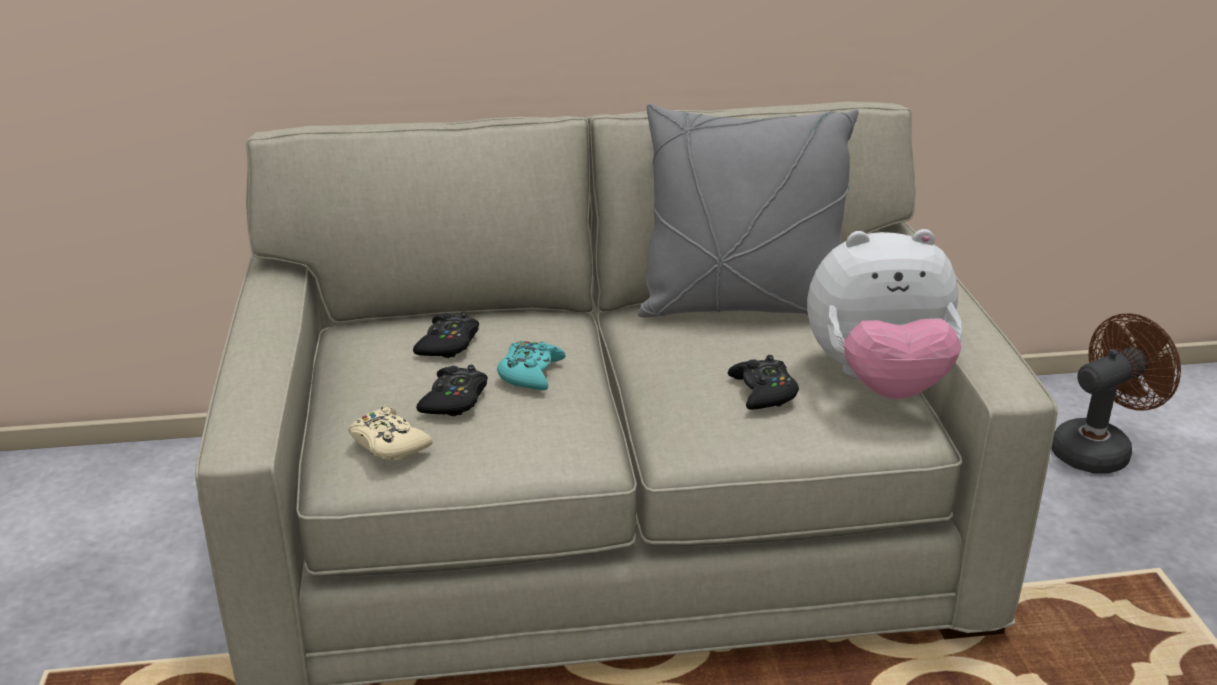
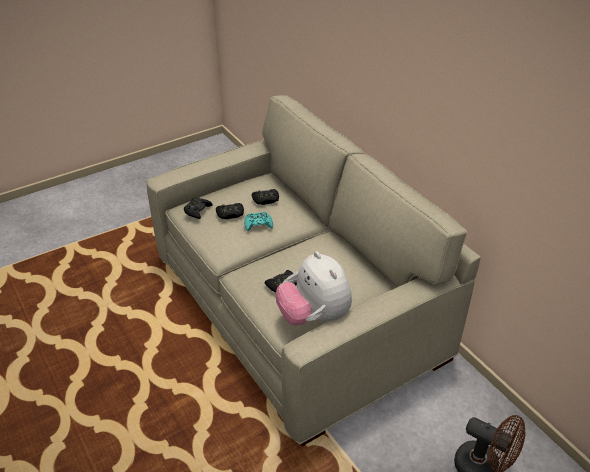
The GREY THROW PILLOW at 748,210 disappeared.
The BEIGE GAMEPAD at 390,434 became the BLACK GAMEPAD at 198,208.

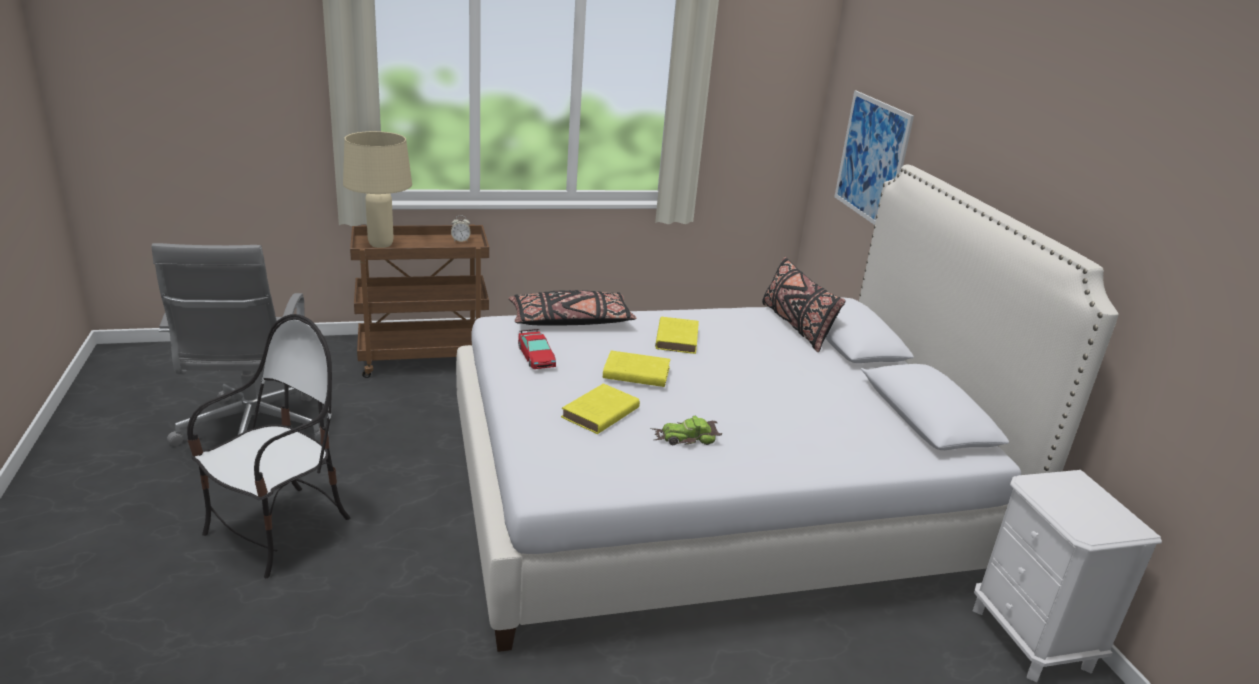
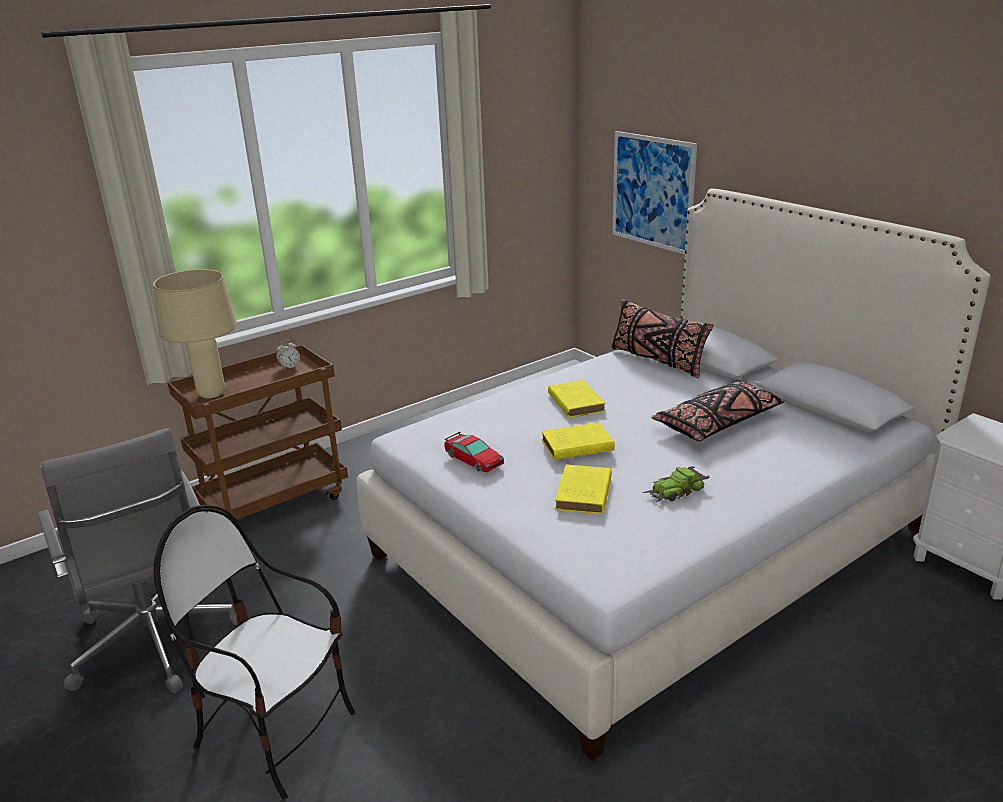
The BLACK THROW PILLOW moved from 573,308 to 718,410.
The CHAIR at 268,446 turned 75 degrees counterclockwise.

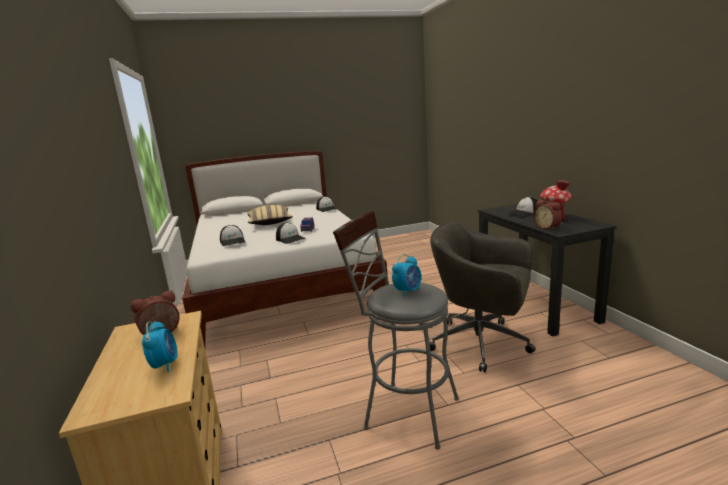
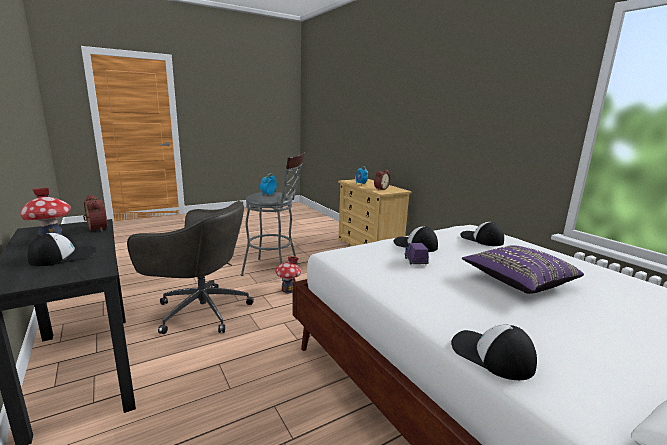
The TOY HOUSE at 288,274 appeared.
The BEIGE THROW PILLOW at 270,215 became the PURPLISH THROW PILLOW at 523,269.

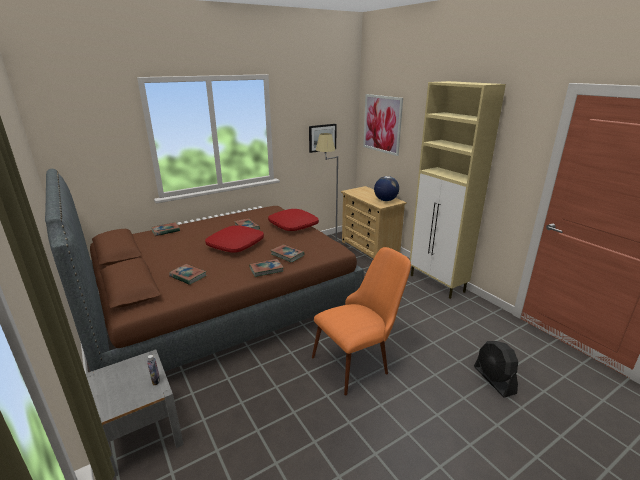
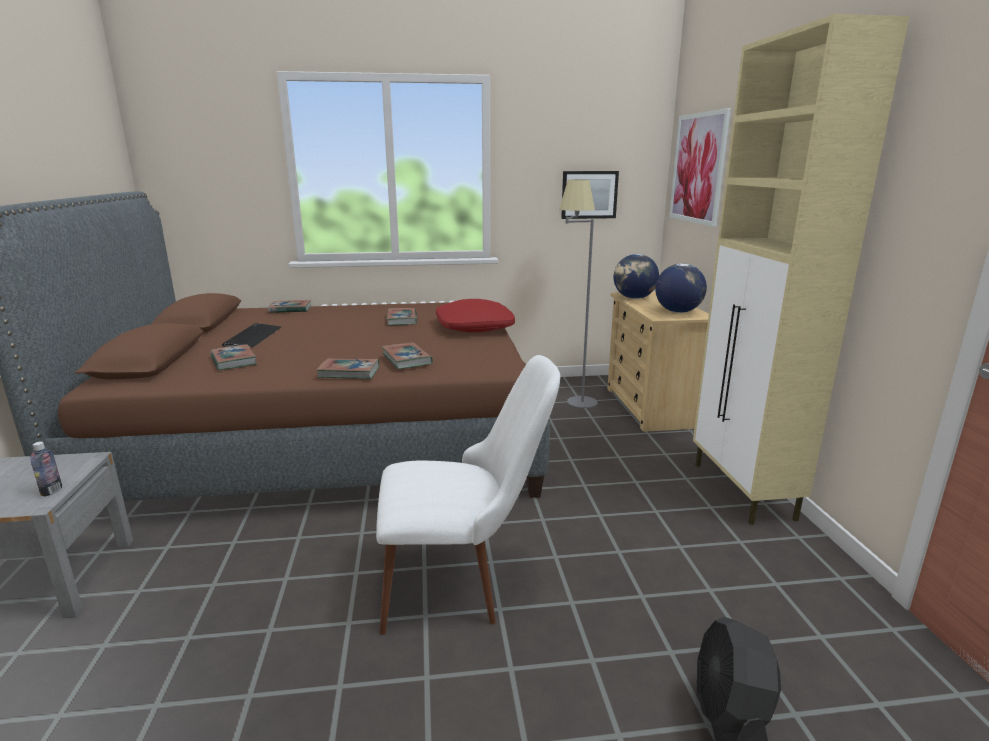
The REDDISH THROW PILLOW at 234,239 disappeared.
The PC KEYBOARD at 251,335 appeared.
The GLOBE at 636,276 appeared.
The ORANGEY CHAIR at 361,321 became the WHITE-COLOURED CHAIR at 468,495.

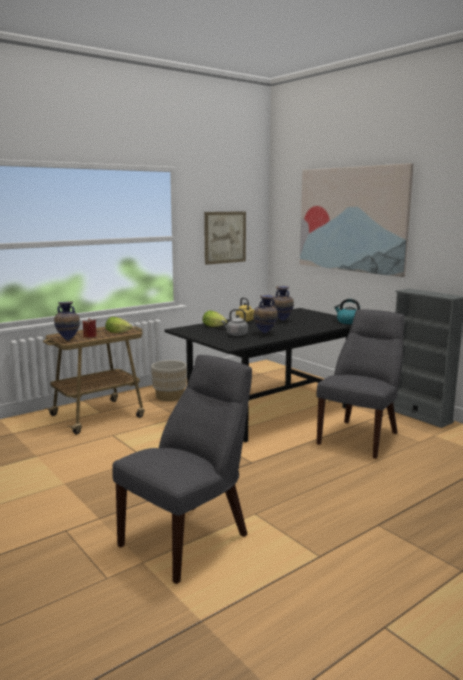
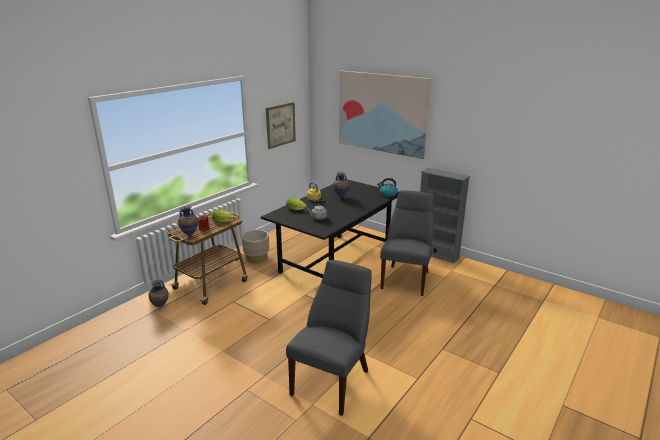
The FLOWER VASE moved from 266,313 to 159,293.

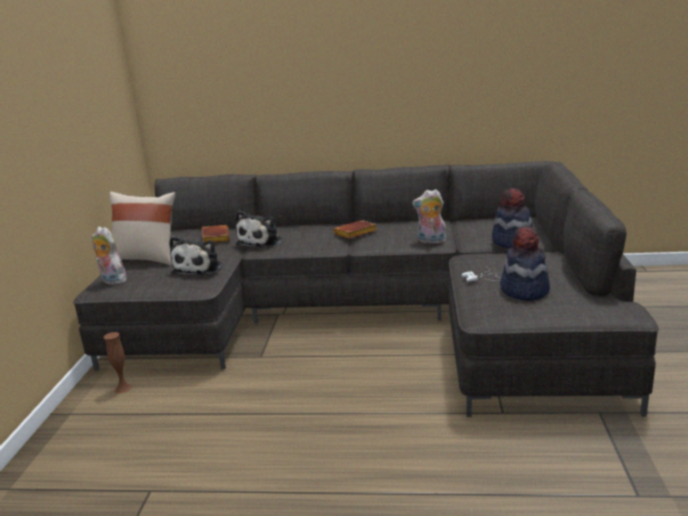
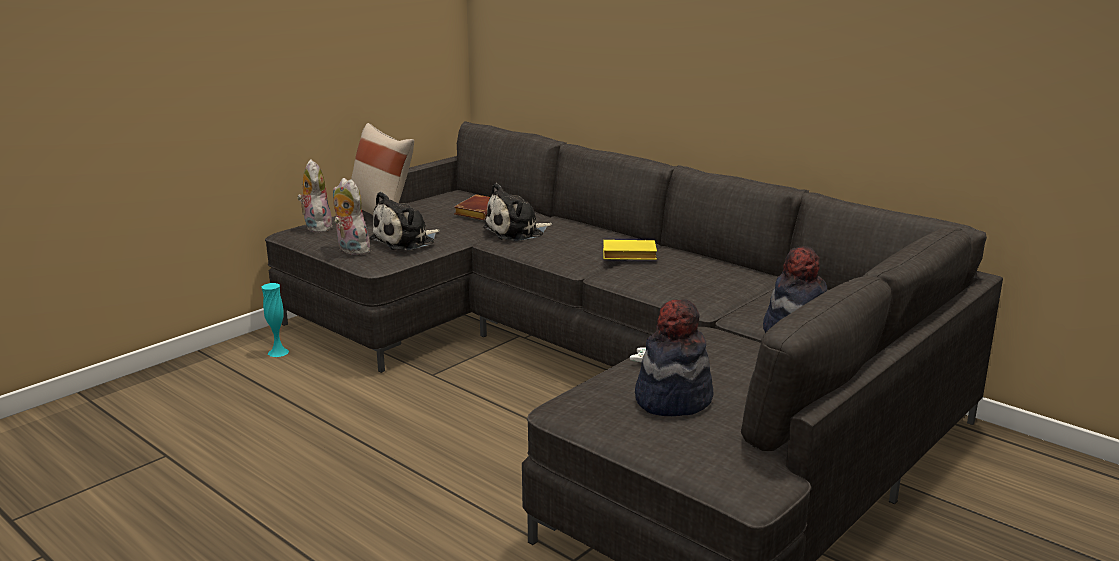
The PLUSH TOY moved from 429,216 to 351,216.
The BROWN FLOWER VASE at 118,363 became the BLUE-GREEN FLOWER VASE at 275,320.
The BROWN VOLUME at 355,229 became the YELLOW-COLOURED VOLUME at 630,250.

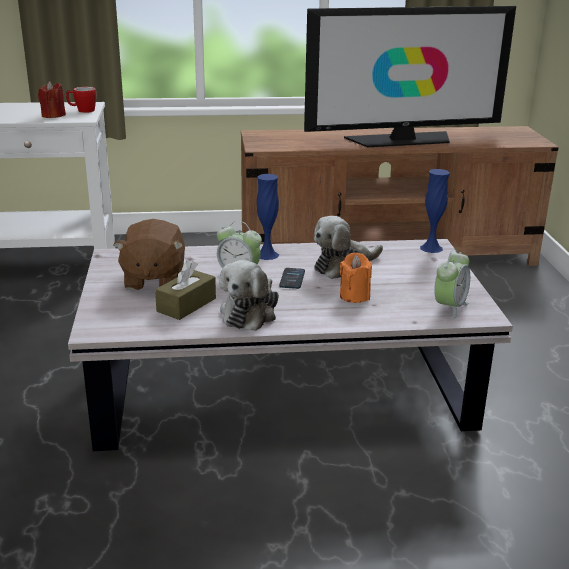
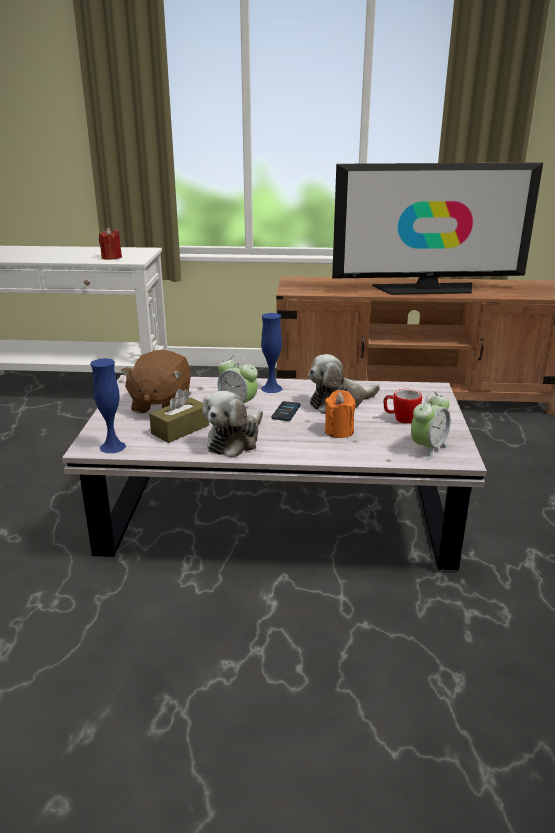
The TEA MUG moved from 81,100 to 403,406.
The BLUE FLOWER VASE moved from 435,211 to 108,405.

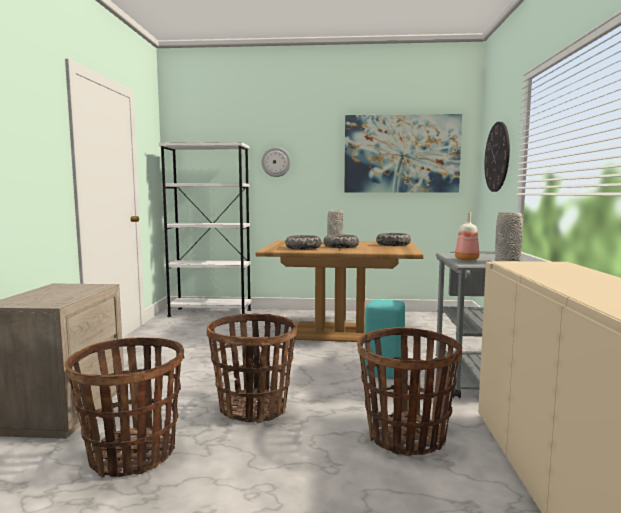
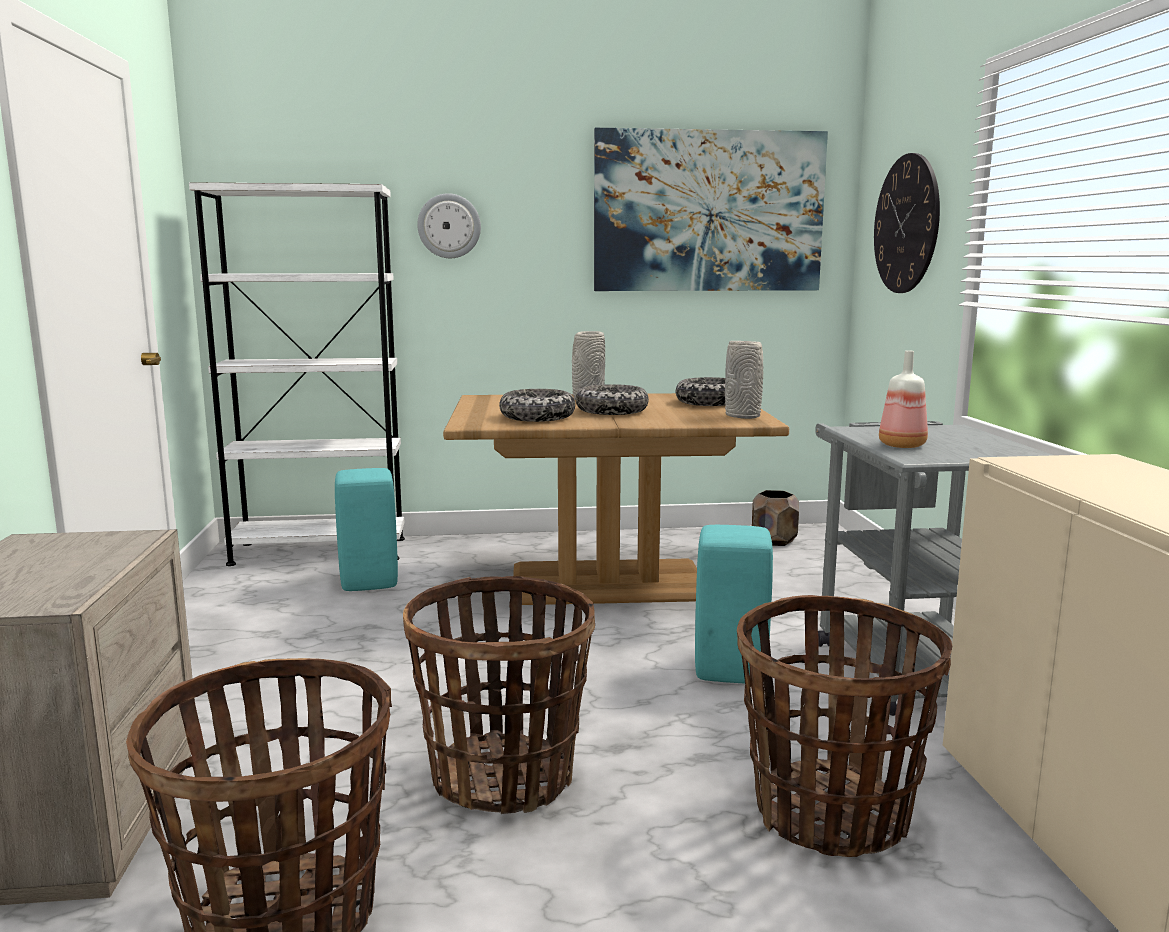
The BLUE-GREEN SITTING STOOL at 366,529 appeared.
The BROWN PLANT POT at 775,518 appeared.
The GREY FLOWER VASE moved from 509,236 to 744,380.

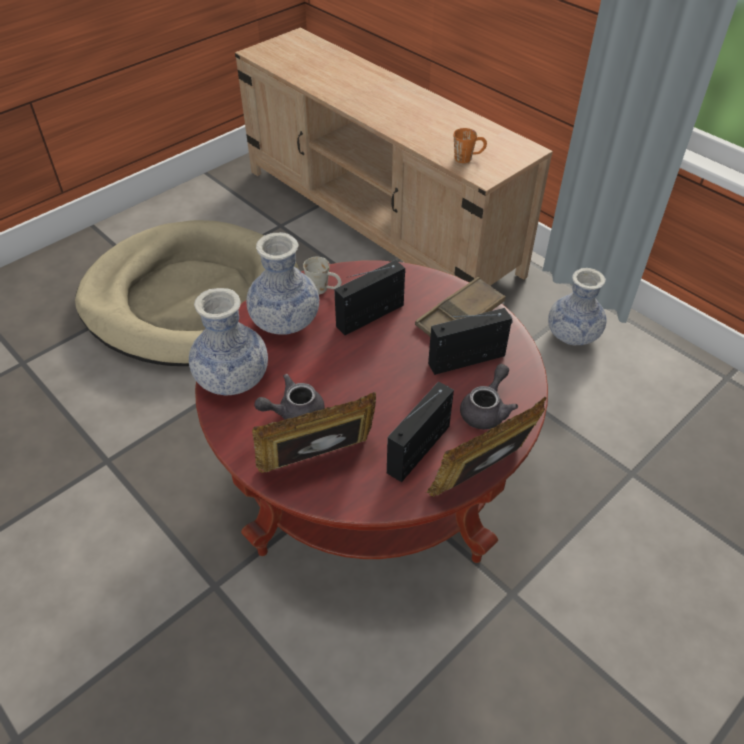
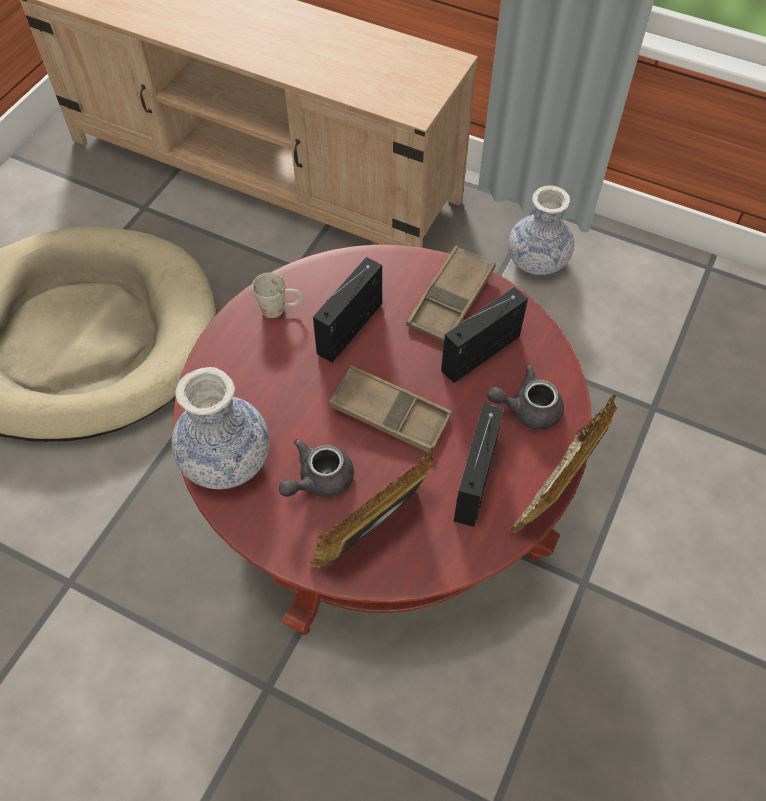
The FLOWER VASE at 282,283 disappeared.
The ORANGEY TEA MUG at 470,145 disappeared.
The BROWN SERVING TRAY at 390,408 appeared.
The GREY TEAPOT at 489,396 turned 105 degrees counterclockwise.

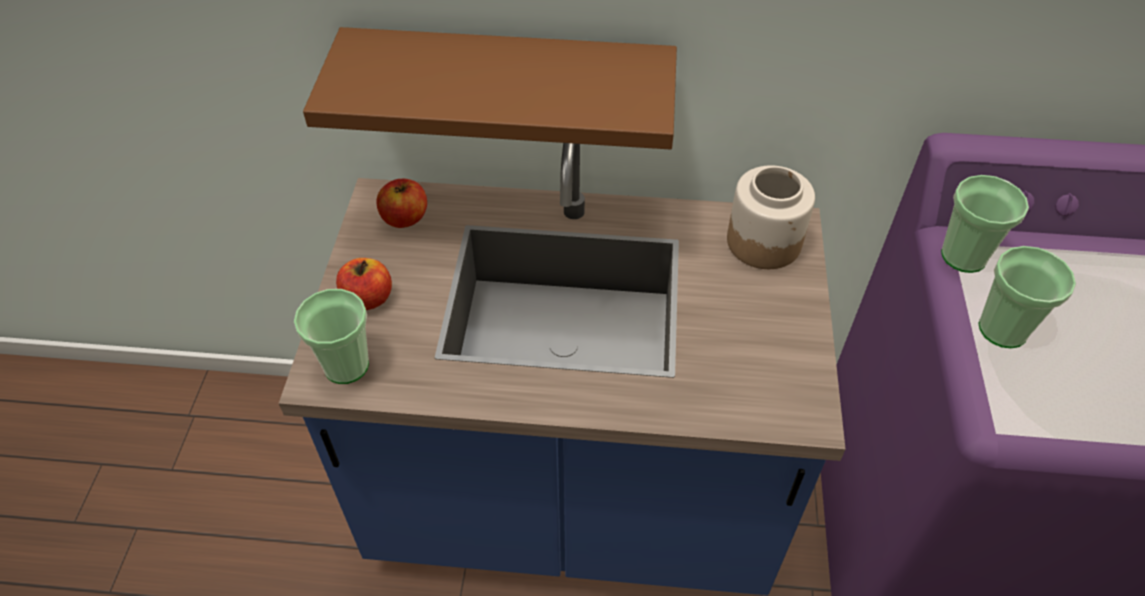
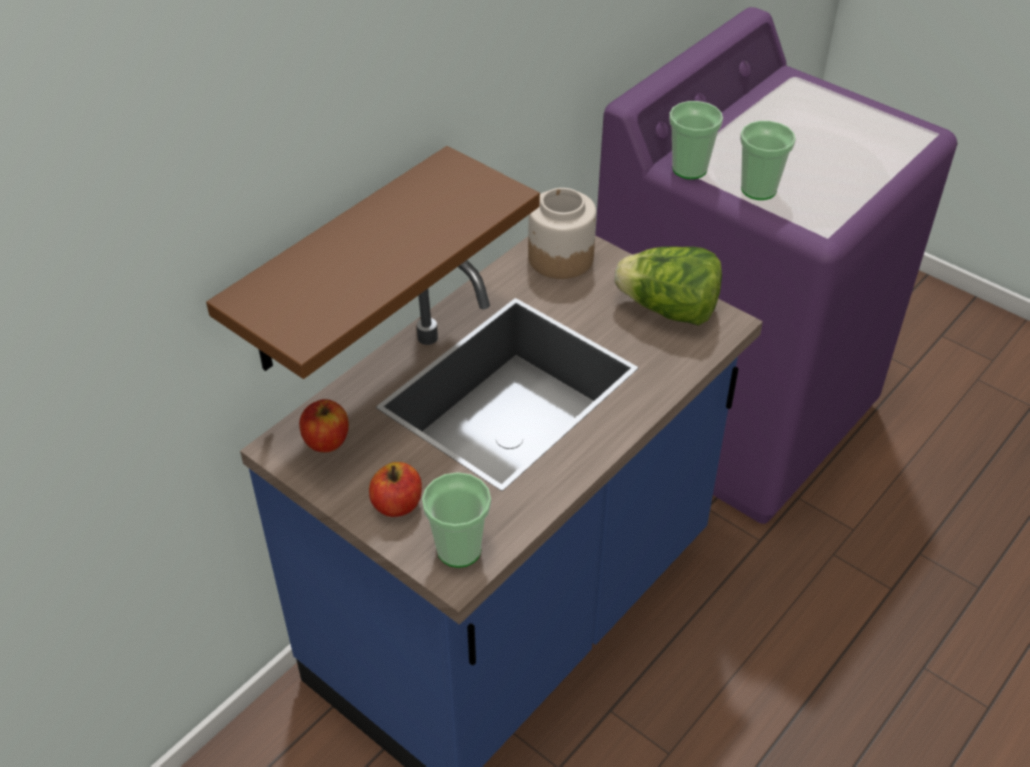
The LETTUCE at 668,286 appeared.

